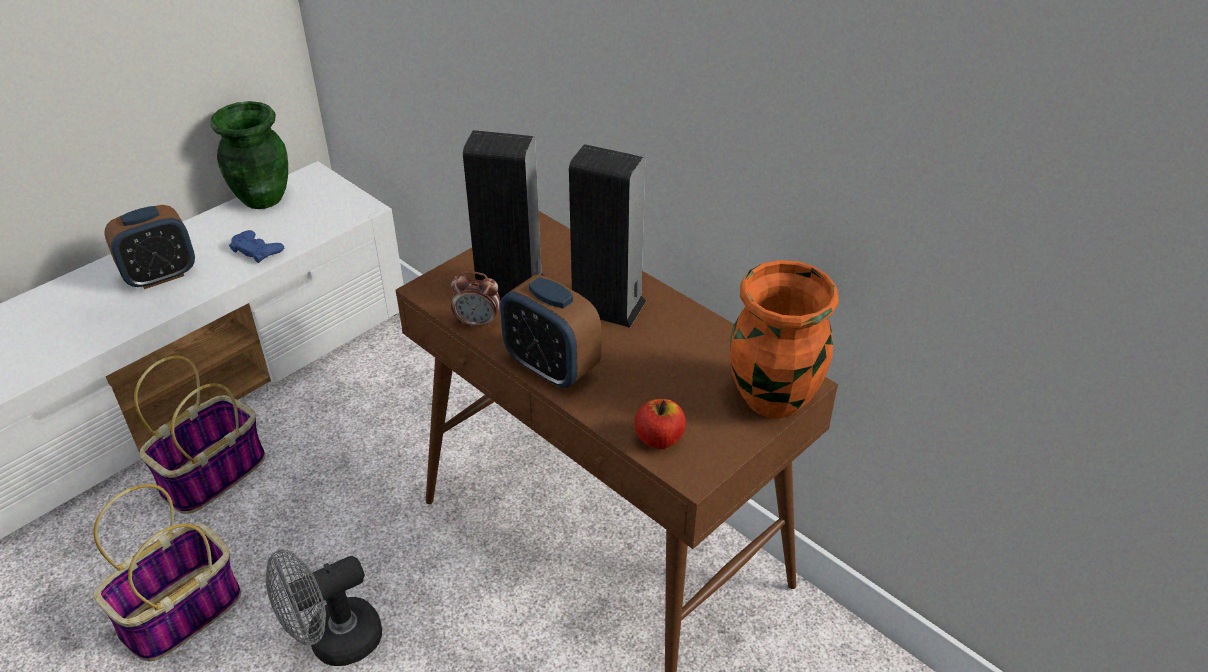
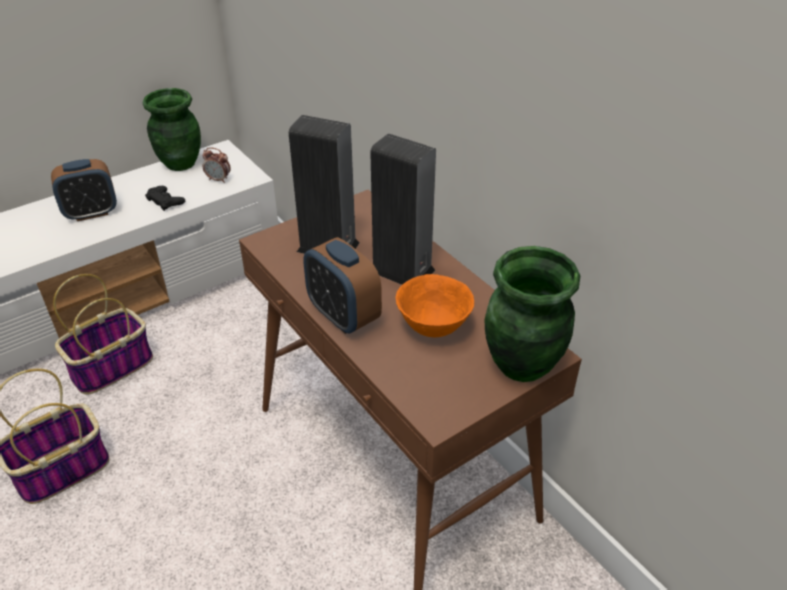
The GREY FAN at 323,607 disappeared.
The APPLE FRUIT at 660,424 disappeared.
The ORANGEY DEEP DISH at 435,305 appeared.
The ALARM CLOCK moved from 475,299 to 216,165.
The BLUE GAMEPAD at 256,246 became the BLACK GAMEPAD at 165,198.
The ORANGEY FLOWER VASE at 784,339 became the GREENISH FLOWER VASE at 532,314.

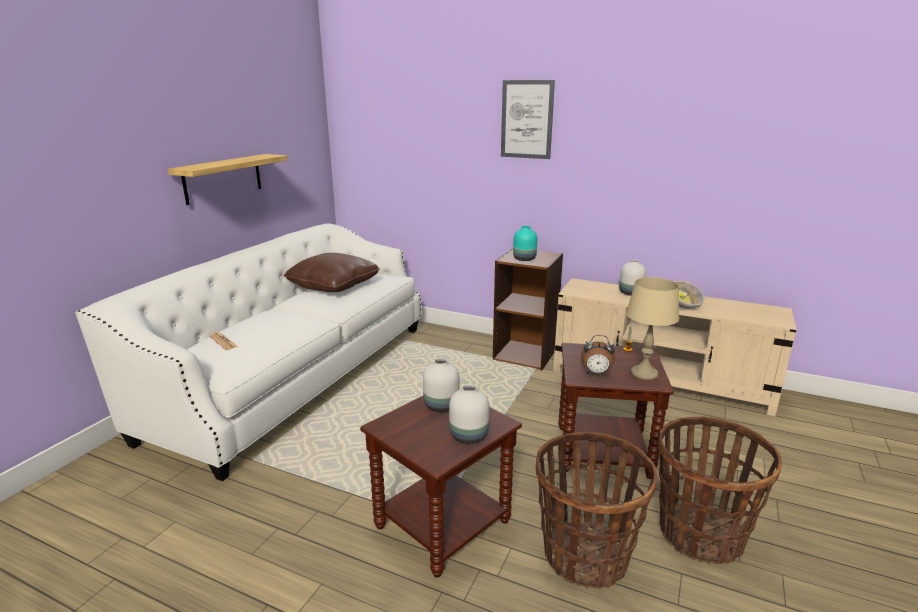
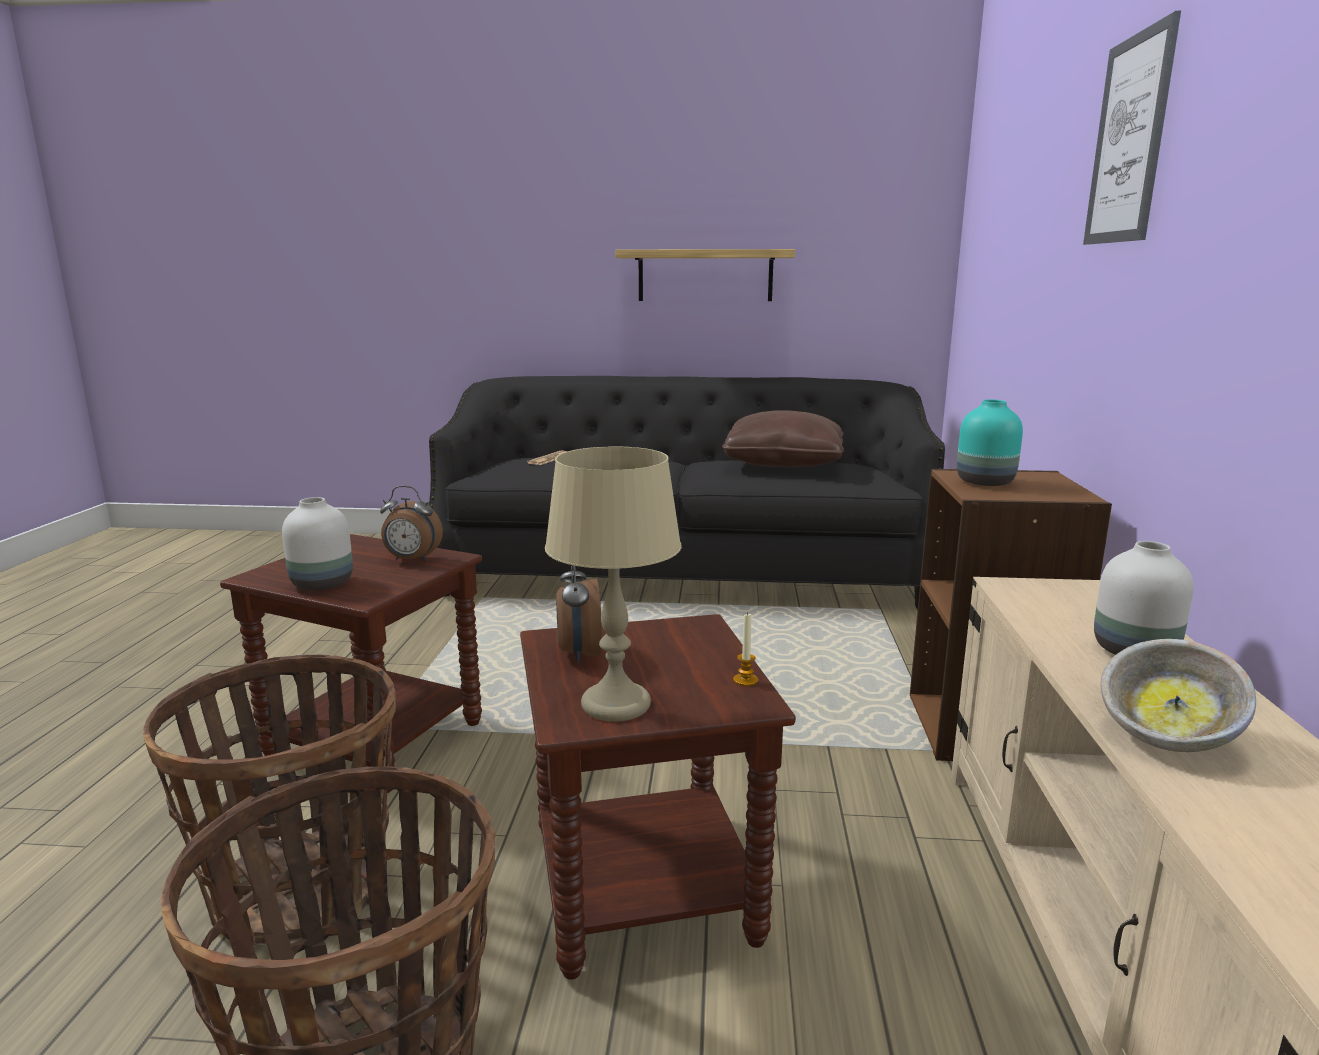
The WHITE-COLOURED FLOWER VASE at 441,385 was replaced by the ALARM CLOCK at 411,524.
The WHITE-COLOURED SOFA at 248,352 became the BLACK SOFA at 687,493.

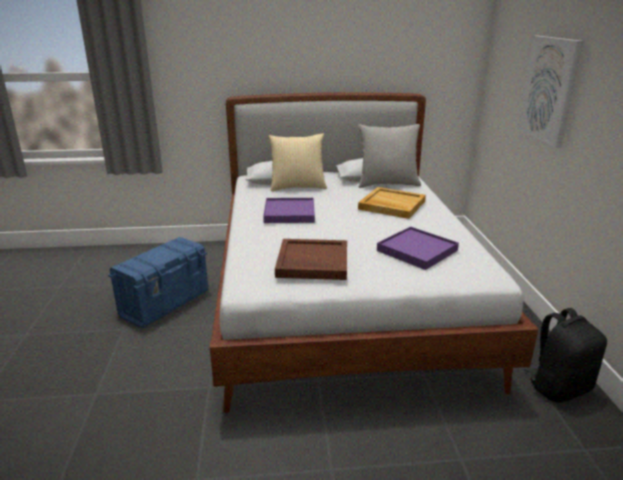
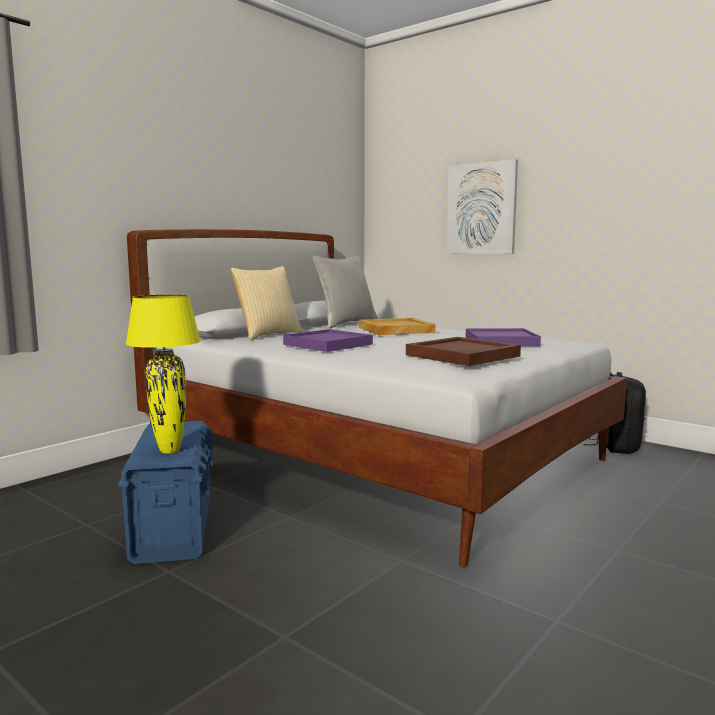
The YELLOW-COLOURED TABLE LAMP at 163,374 appeared.

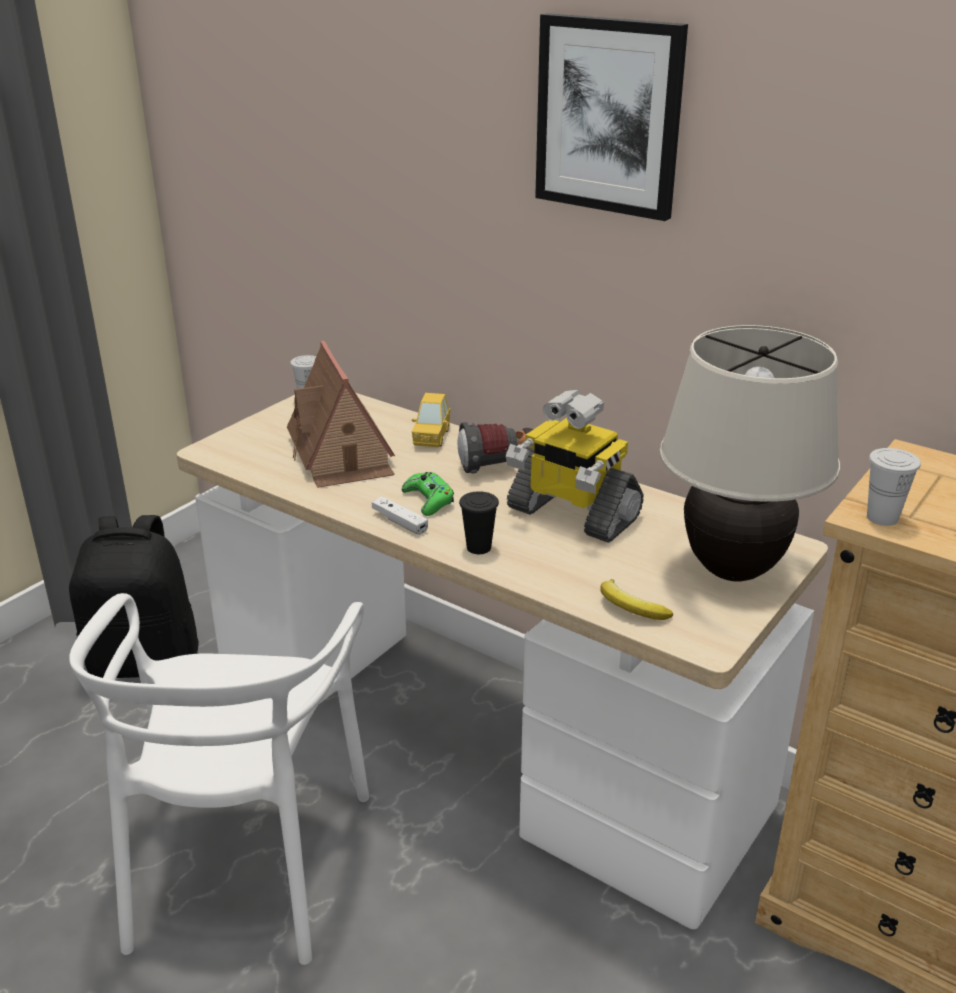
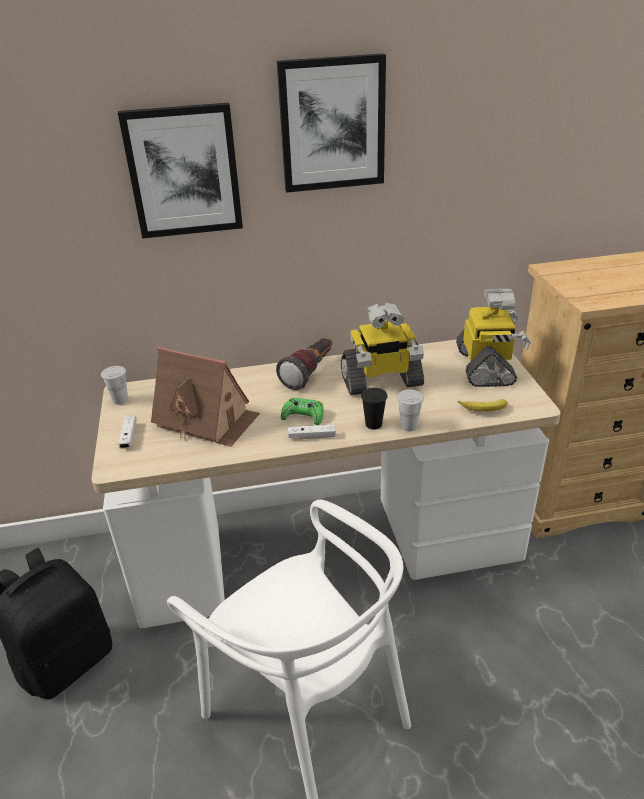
The YELLOW-COLOURED MODEL CAR at 431,420 disappeared.
The WALL PICTURE at 180,171 appeared.
The WHITE-COLOURED GAMEPAD at 127,432 appeared.
The WHITE-COLOURED CUP moved from 894,487 to 410,410.
The BEIGE TABLE LAMP at 749,453 was replaced by the MODEL ROBOT at 493,338.

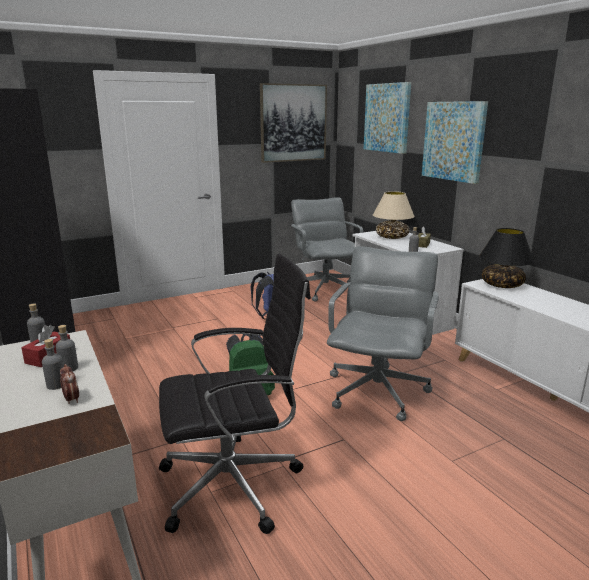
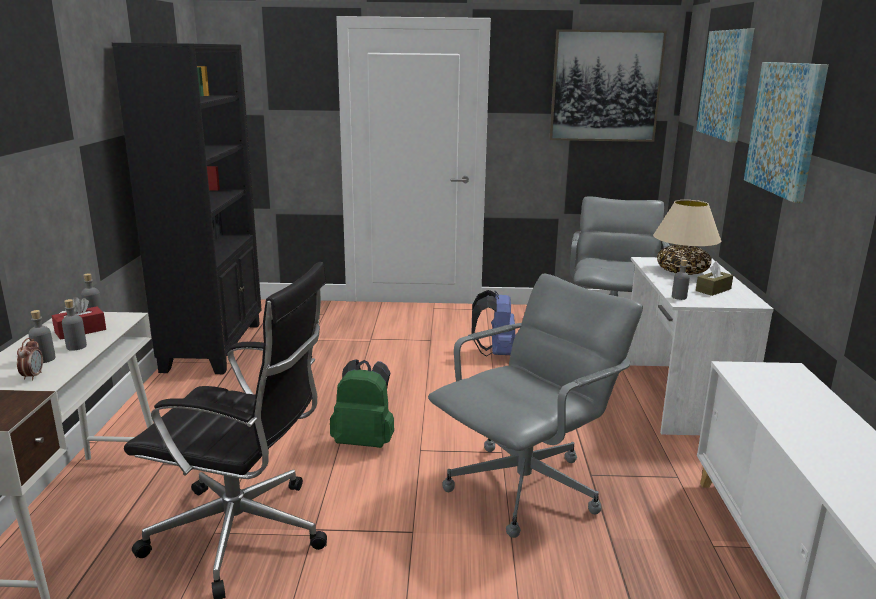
The BLACK TABLE LAMP at 506,258 disappeared.

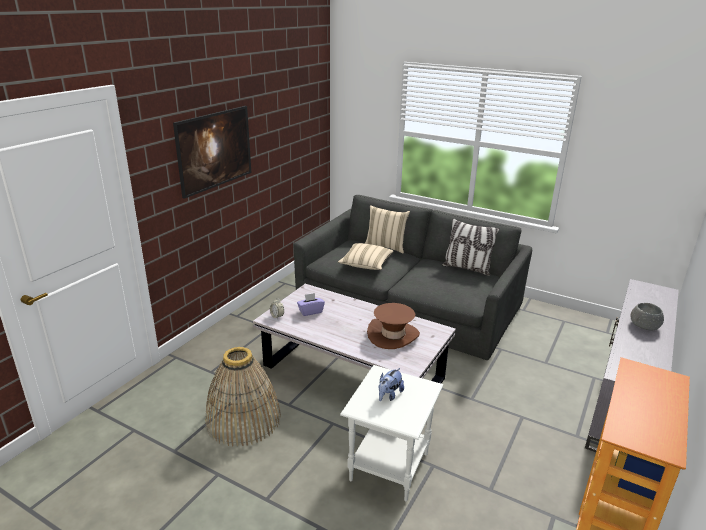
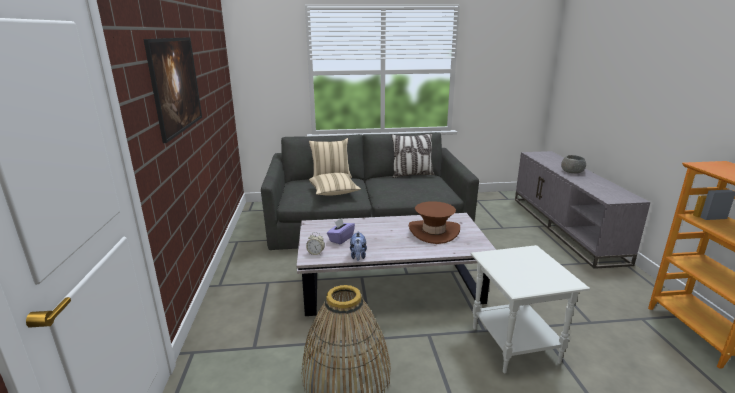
The PLUSH TOY moved from 391,384 to 358,246.

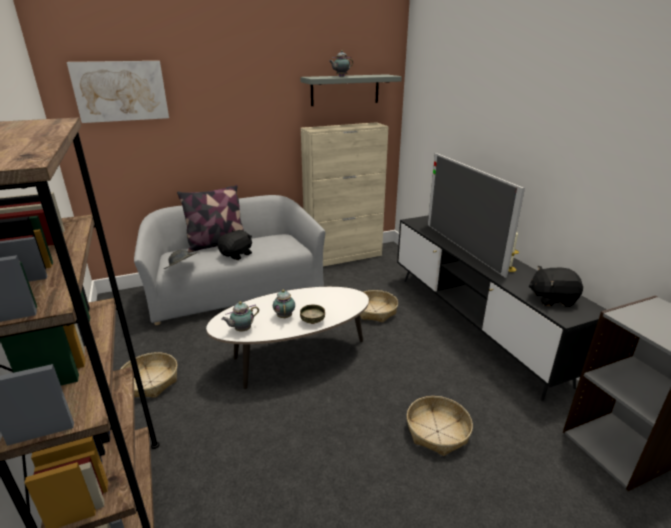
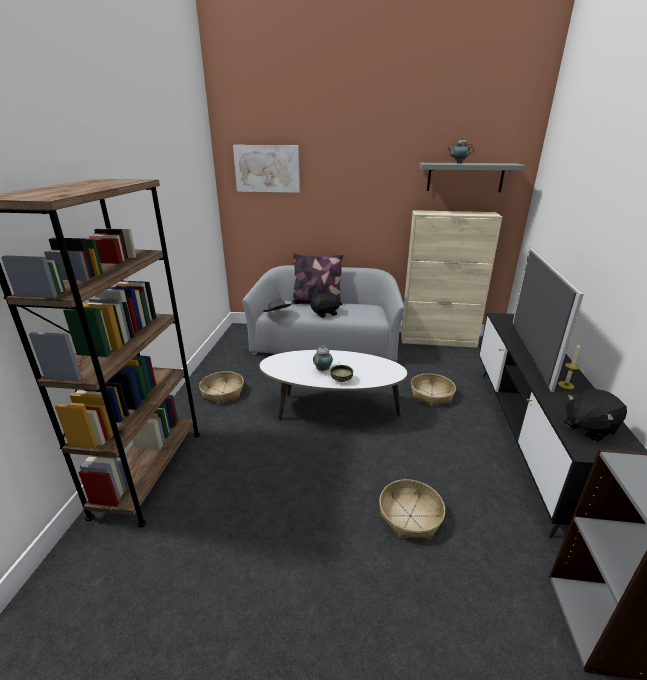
The TEAPOT at 240,316 disappeared.
The BLACK PLUSH TOY at 556,286 turned 60 degrees counterclockwise.

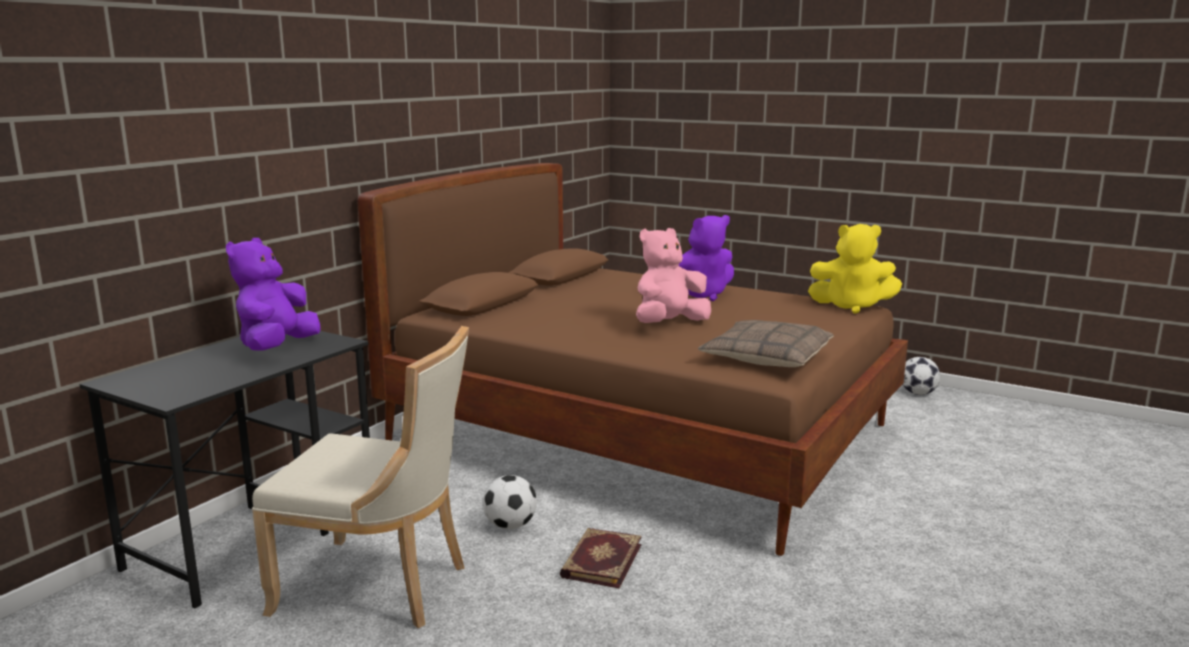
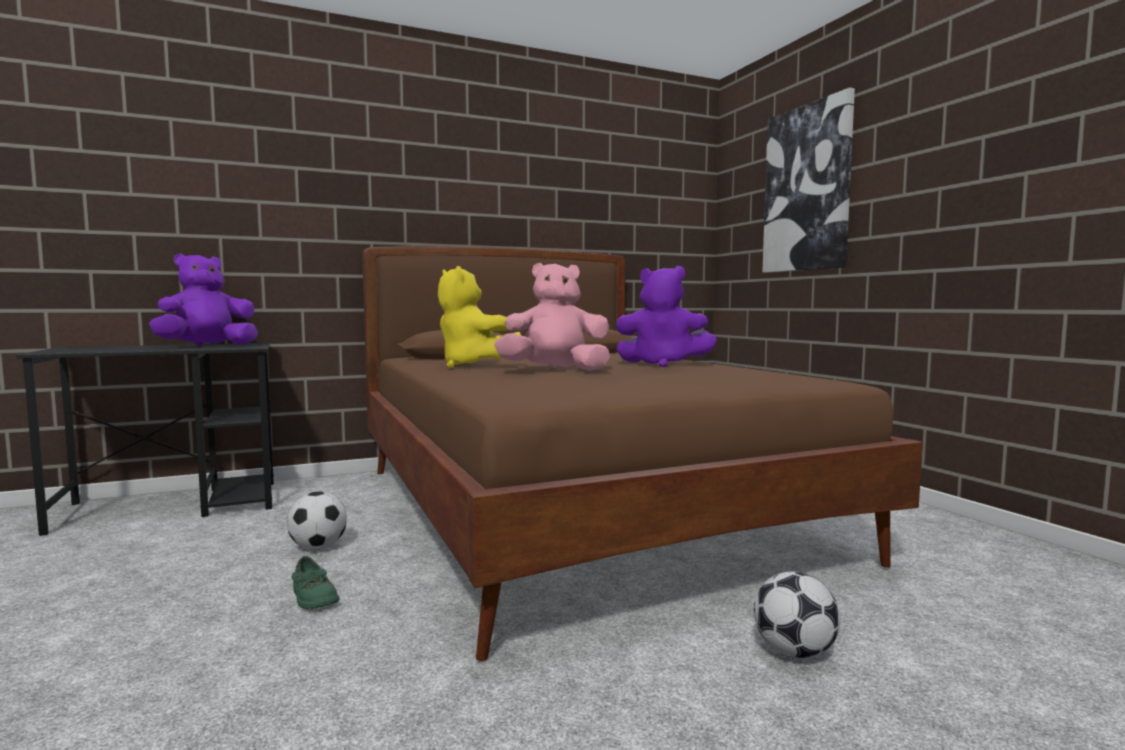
The BEIGE CHAIR at 360,477 disappeared.
The THROW PILLOW at 766,343 disappeared.
The WALL PICTURE at 808,180 appeared.
The YELLOW-COLOURED PLUSH TOY moved from 855,269 to 479,317.
The FOOTBALL BALL moved from 921,376 to 797,615.
The VOLUME at 601,558 was replaced by the GREENISH LOW SHOE at 315,582.

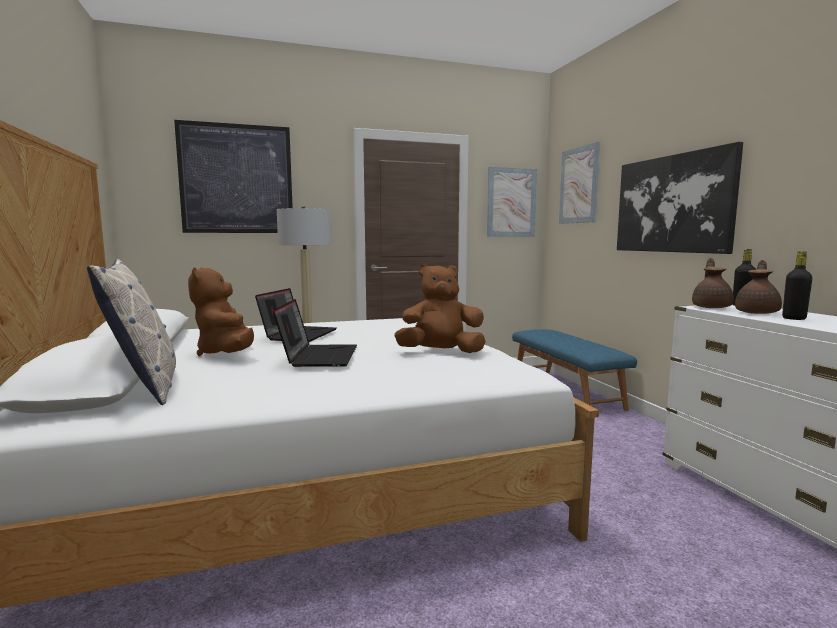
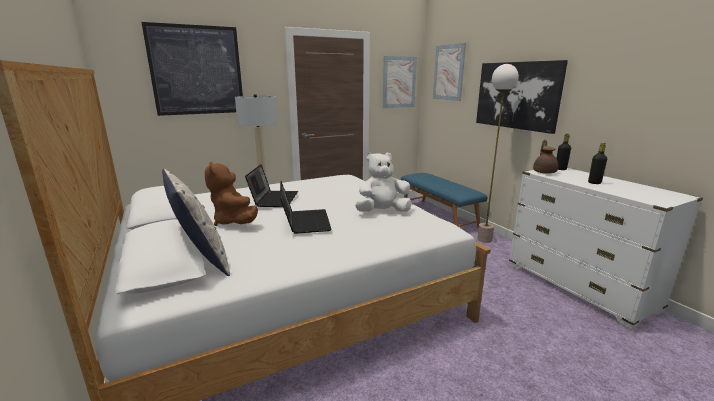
The BROWN TEAPOT at 758,287 disappeared.
The FLOOR LAMP at 498,153 appeared.
The BROWN PLUSH TOY at 440,308 became the WHITE-COLOURED PLUSH TOY at 383,182.

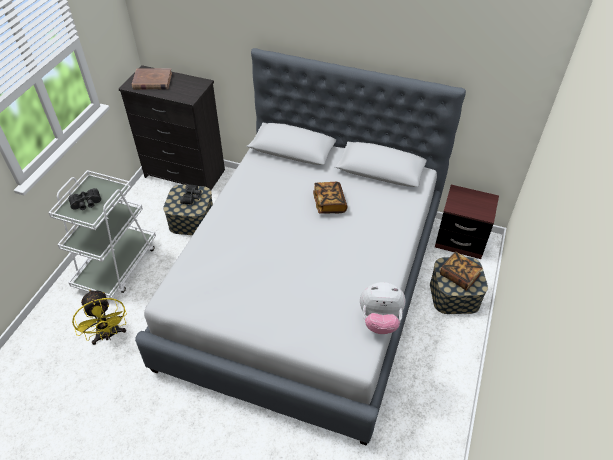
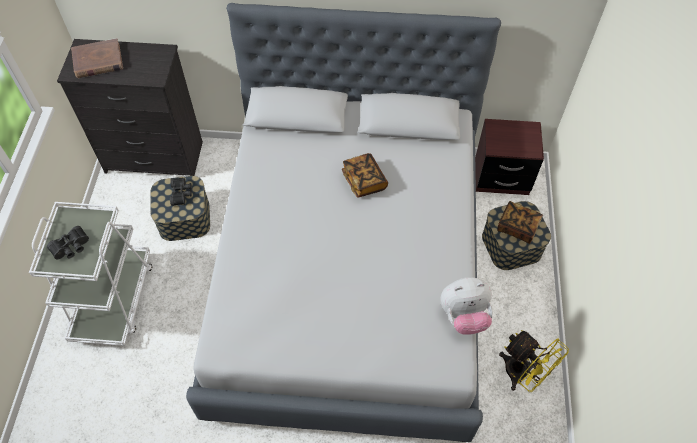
The YELLOW-COLOURED FAN moved from 99,317 to 534,361.

